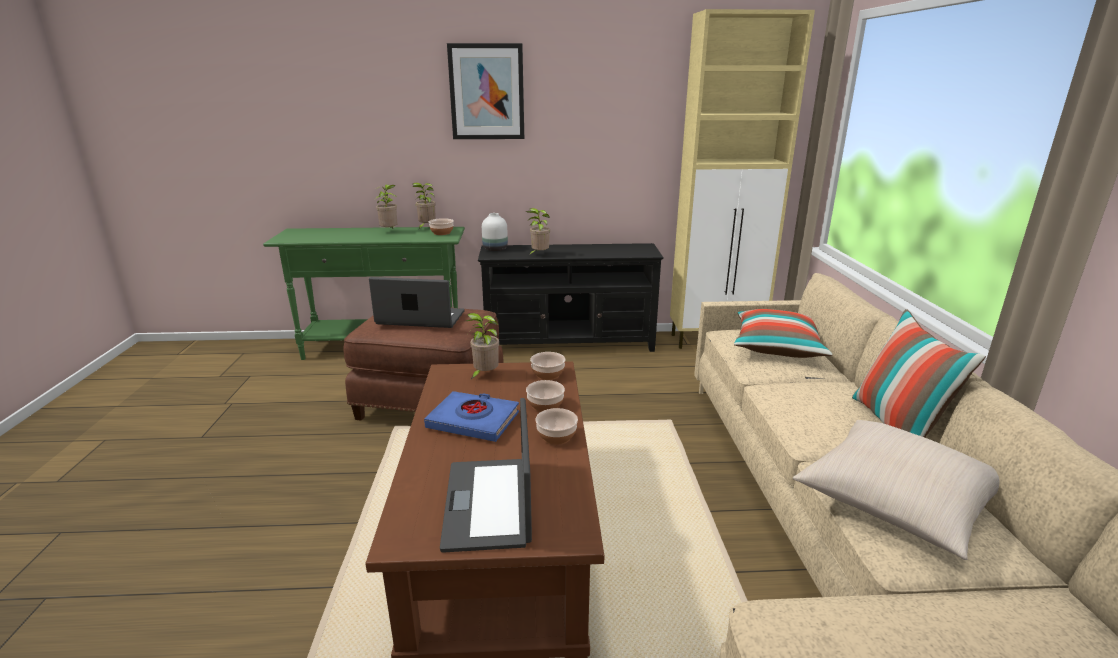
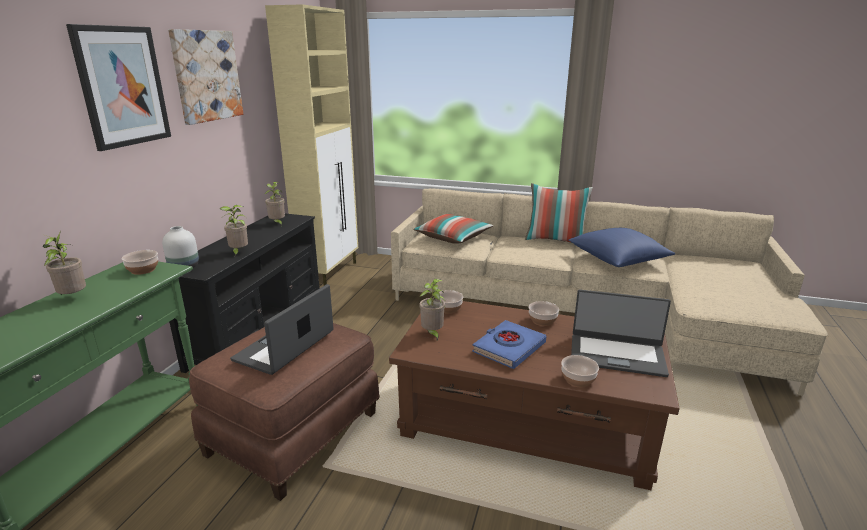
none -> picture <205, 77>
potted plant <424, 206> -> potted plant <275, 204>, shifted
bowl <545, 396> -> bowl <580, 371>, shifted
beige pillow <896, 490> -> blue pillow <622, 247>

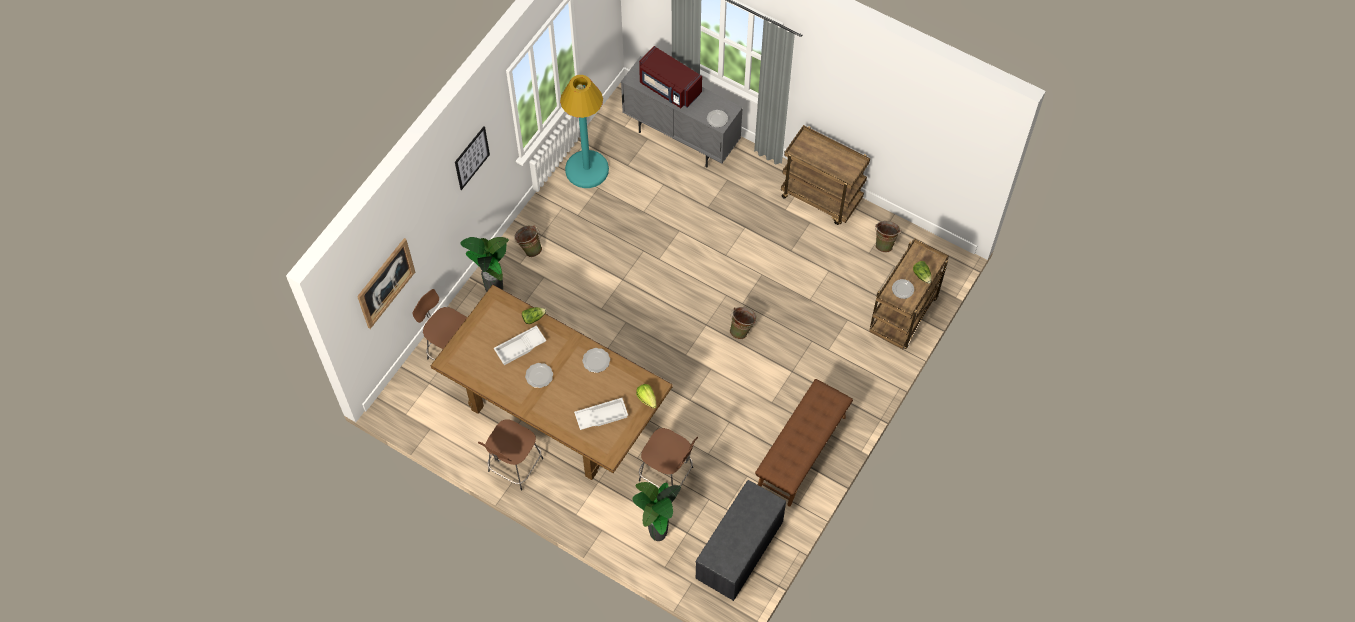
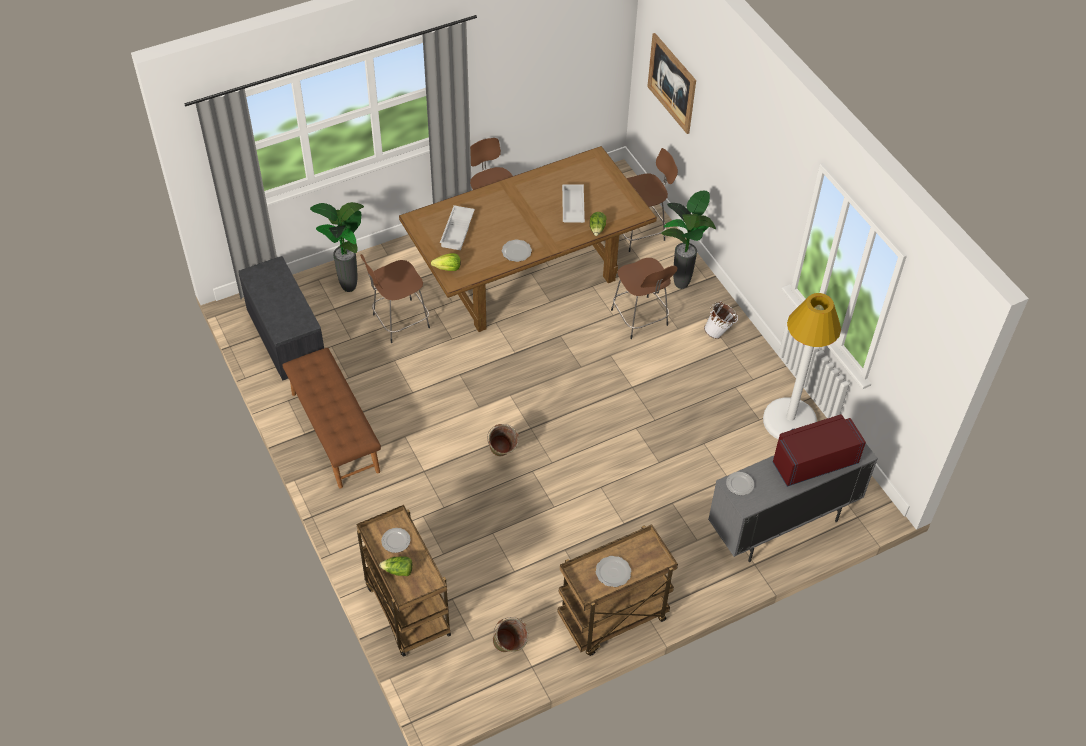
picture <472, 158> -> none
none -> brown stool <644, 298>
plate <539, 375> -> plate <613, 571>, shifted
green bucket <528, 241> -> white bucket <721, 320>
turquoise floor lamp <584, 131> -> white floor lamp <802, 366>

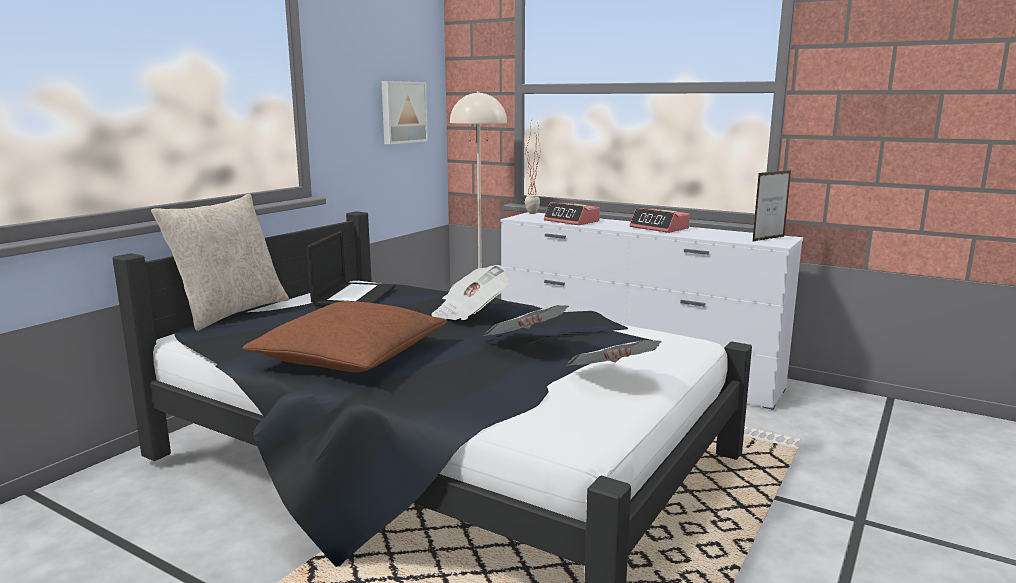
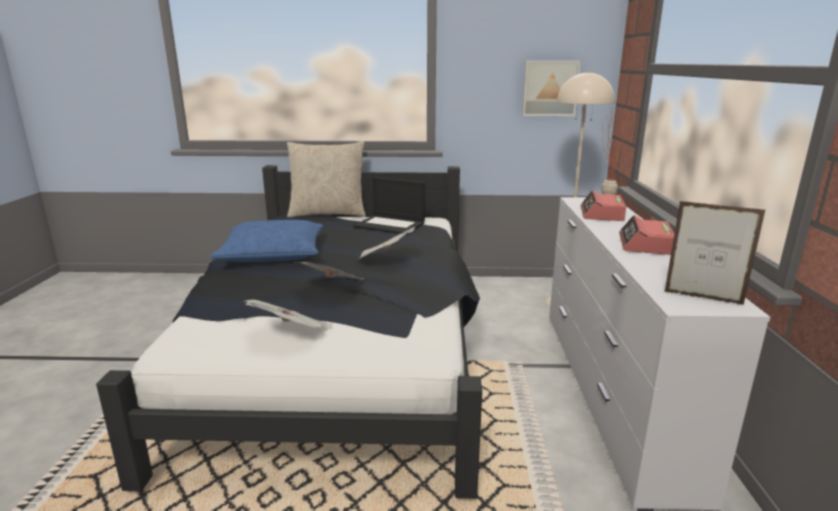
brown pillow <344, 336> -> blue pillow <266, 241>
laptop <351, 268> -> laptop <389, 206>, 45 degrees clockwise

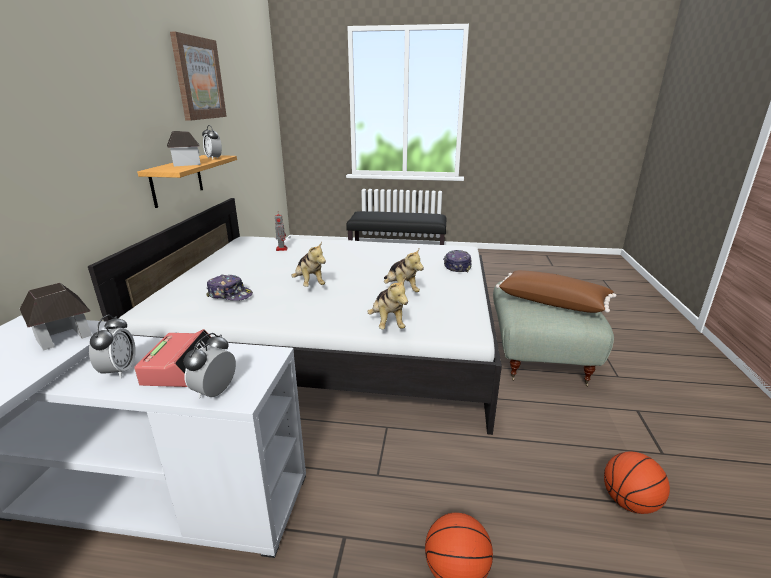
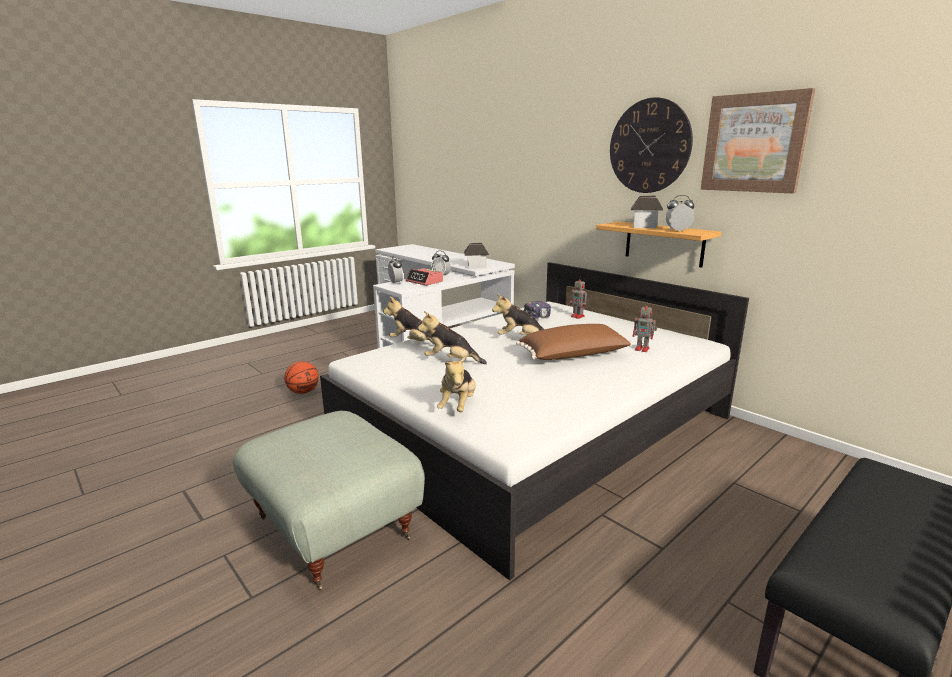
basketball <637, 483> -> none
none -> toy robot <579, 299>
none -> wall clock <651, 145>
brown pillow <556, 291> -> brown pillow <574, 342>, shifted
cap <457, 261> -> plush toy <456, 384>

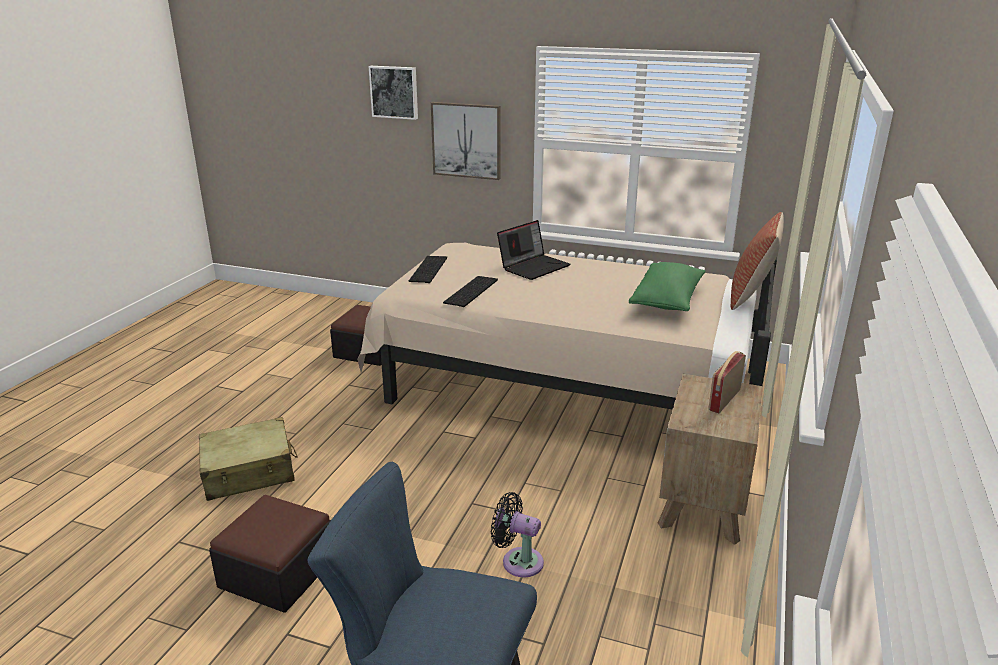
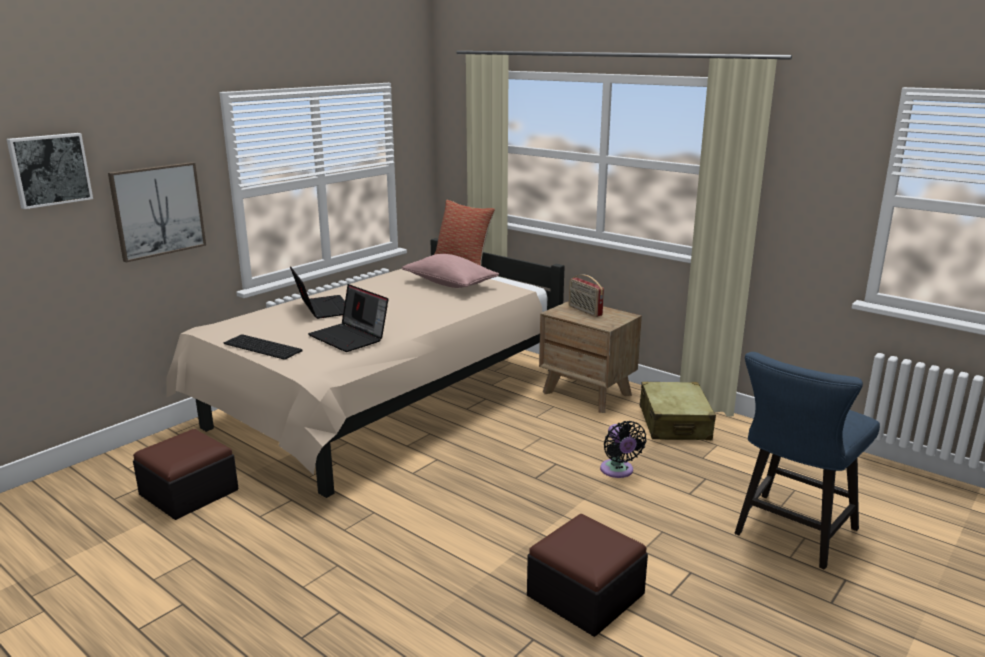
beige suitcase <248, 459> -> beige suitcase <678, 411>, shifted
keyboard <470, 291> -> laptop <348, 318>
green pillow <667, 286> -> pink pillow <450, 271>
black fan <517, 534> -> black fan <623, 449>, 60 degrees counterclockwise

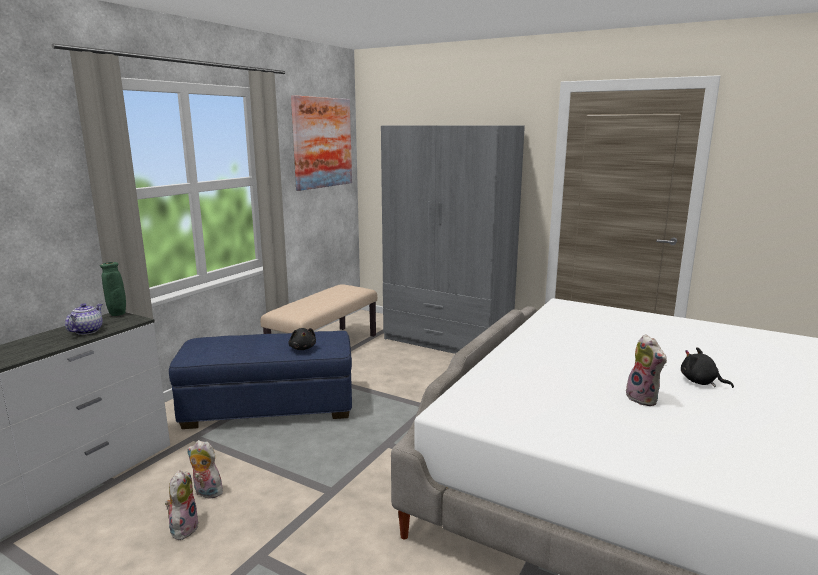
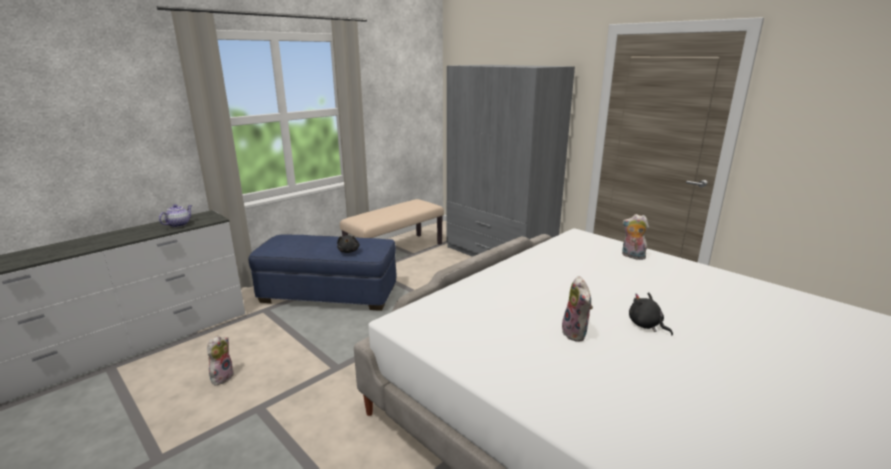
green vase <113, 289> -> none
picture <321, 143> -> none
plush toy <207, 469> -> plush toy <635, 237>, shifted

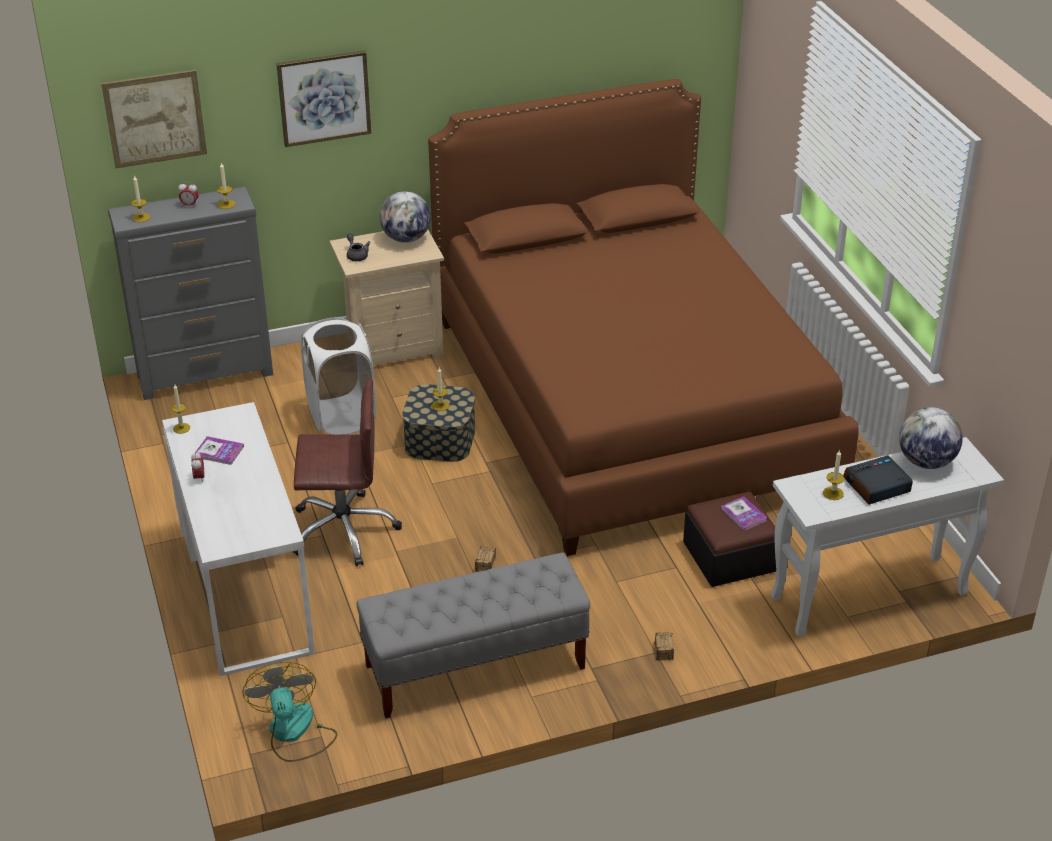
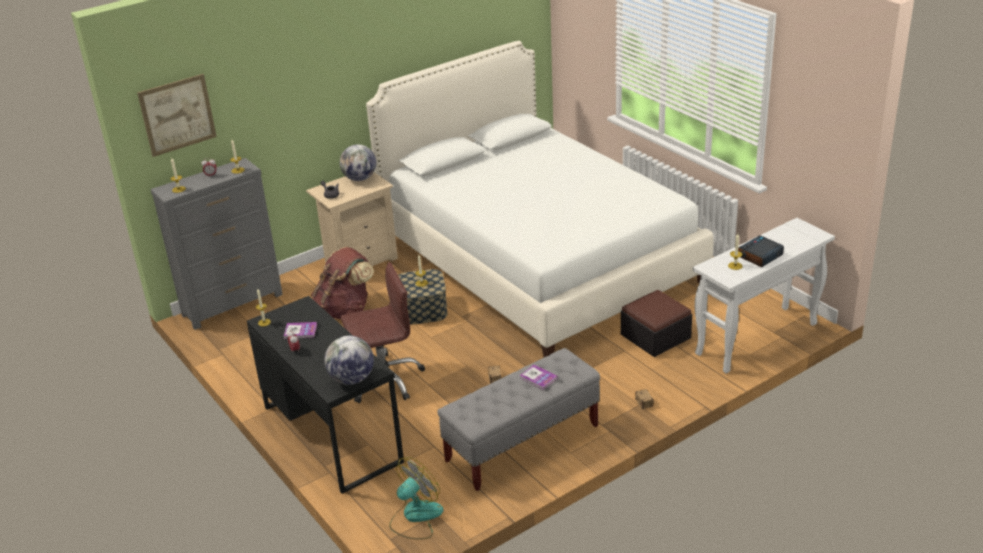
picture <323, 98> -> none
book <744, 513> -> book <538, 377>, shifted
globe <931, 438> -> globe <349, 360>, shifted
white laundry basket <338, 376> -> brown backpack <342, 283>
white desk <238, 539> -> black desk <325, 395>
brown bed <643, 317> -> white bed <540, 199>
fan <290, 712> -> fan <416, 498>, 75 degrees clockwise

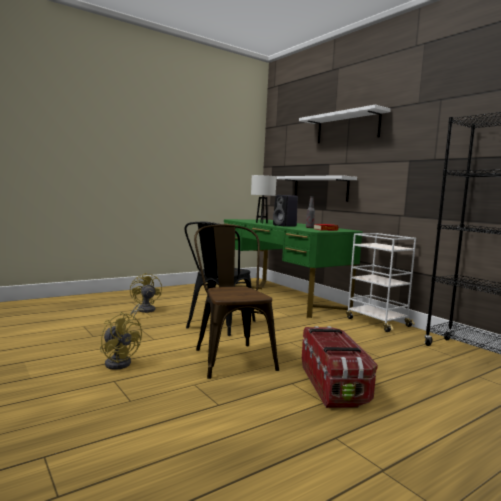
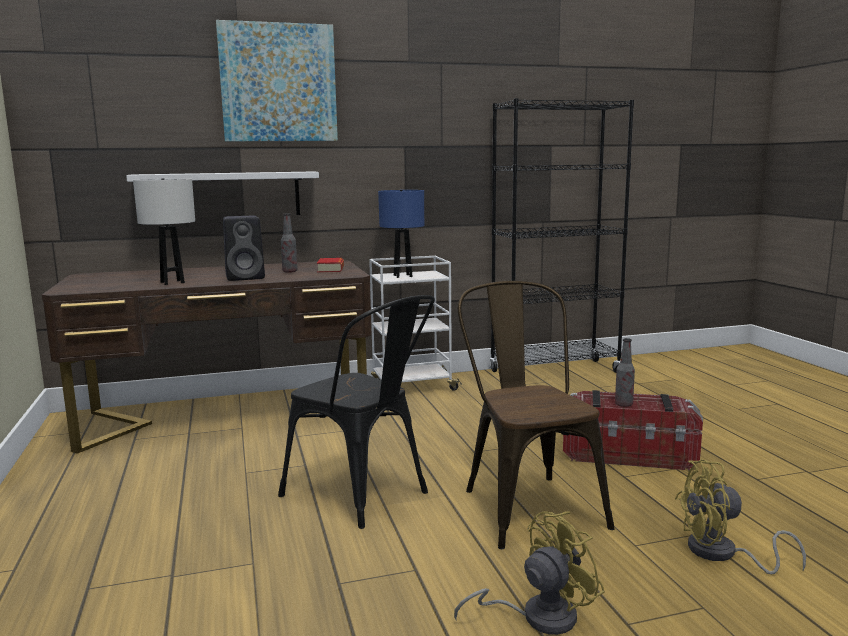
none -> blue table lamp <401, 234>
none -> bottle <625, 372>
yellow fan <146, 296> -> yellow fan <740, 517>, shifted
white shelf <345, 124> -> picture <277, 80>
green desk <293, 268> -> brown desk <206, 357>
brown chair <236, 301> -> brown chair <536, 415>, 75 degrees clockwise

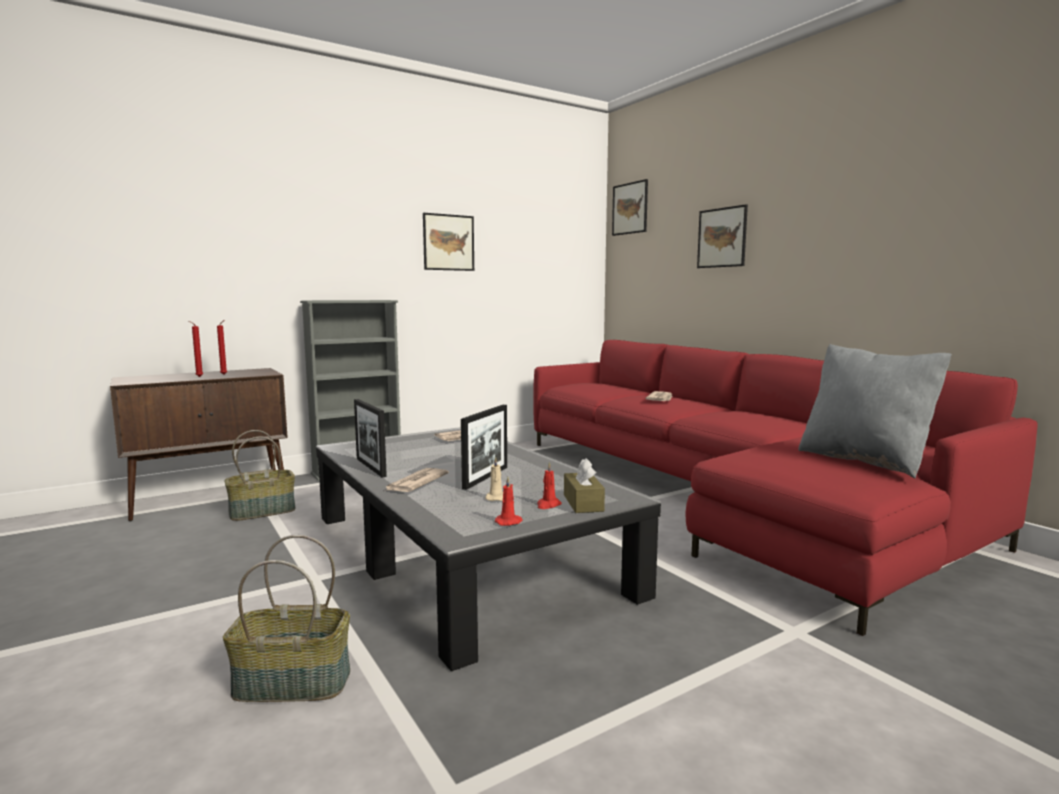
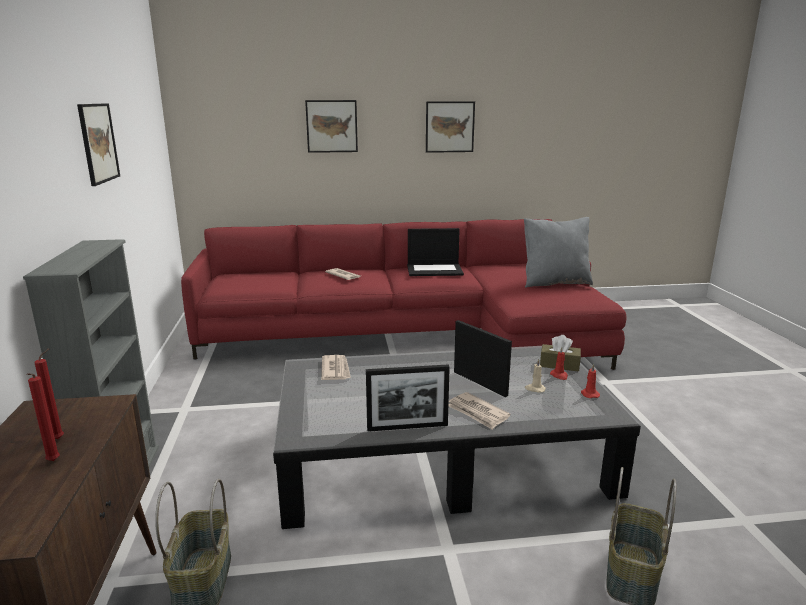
none -> laptop <435, 252>
picture <630, 207> -> picture <450, 127>, shifted

